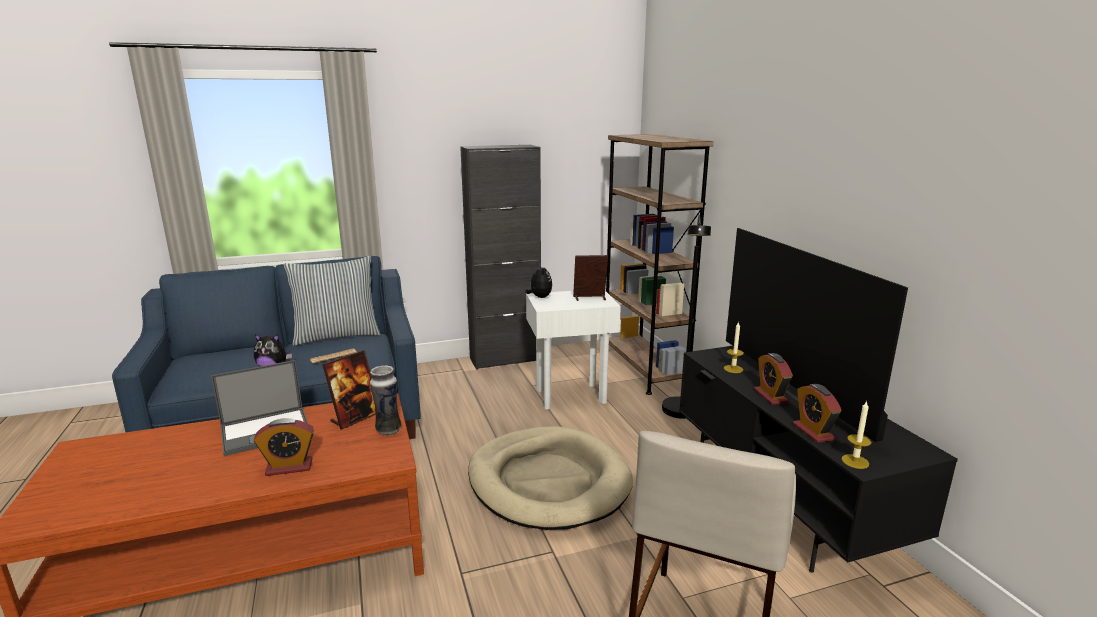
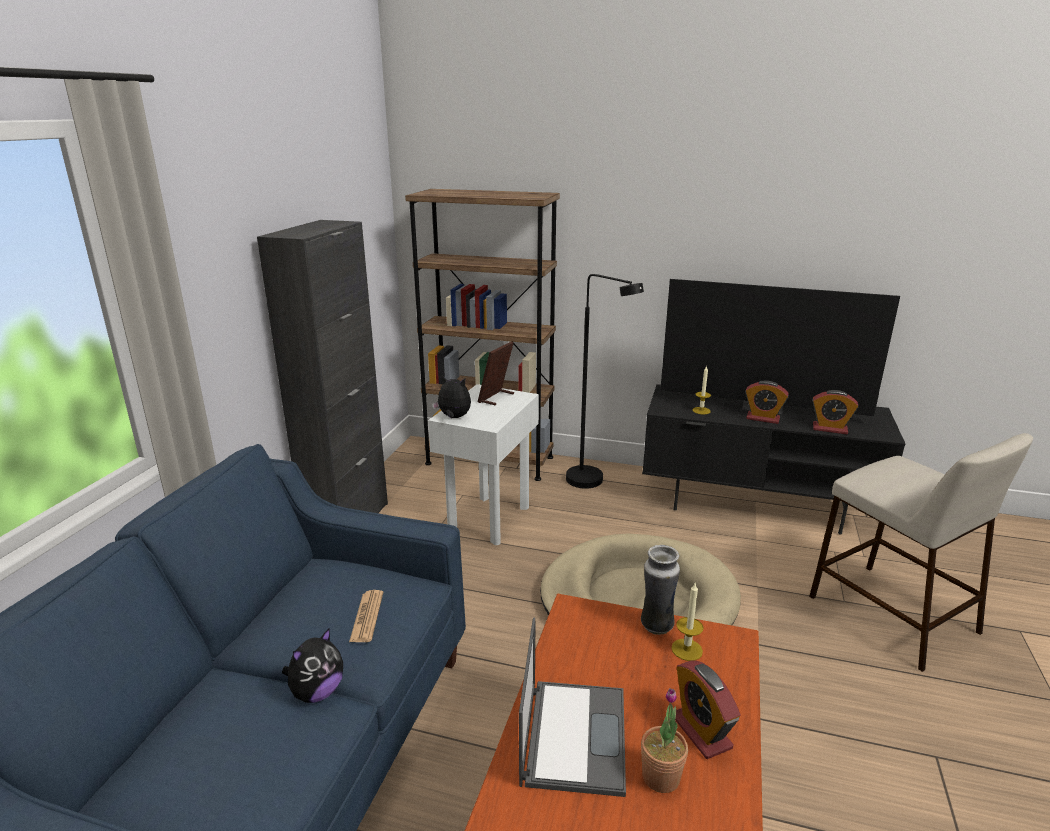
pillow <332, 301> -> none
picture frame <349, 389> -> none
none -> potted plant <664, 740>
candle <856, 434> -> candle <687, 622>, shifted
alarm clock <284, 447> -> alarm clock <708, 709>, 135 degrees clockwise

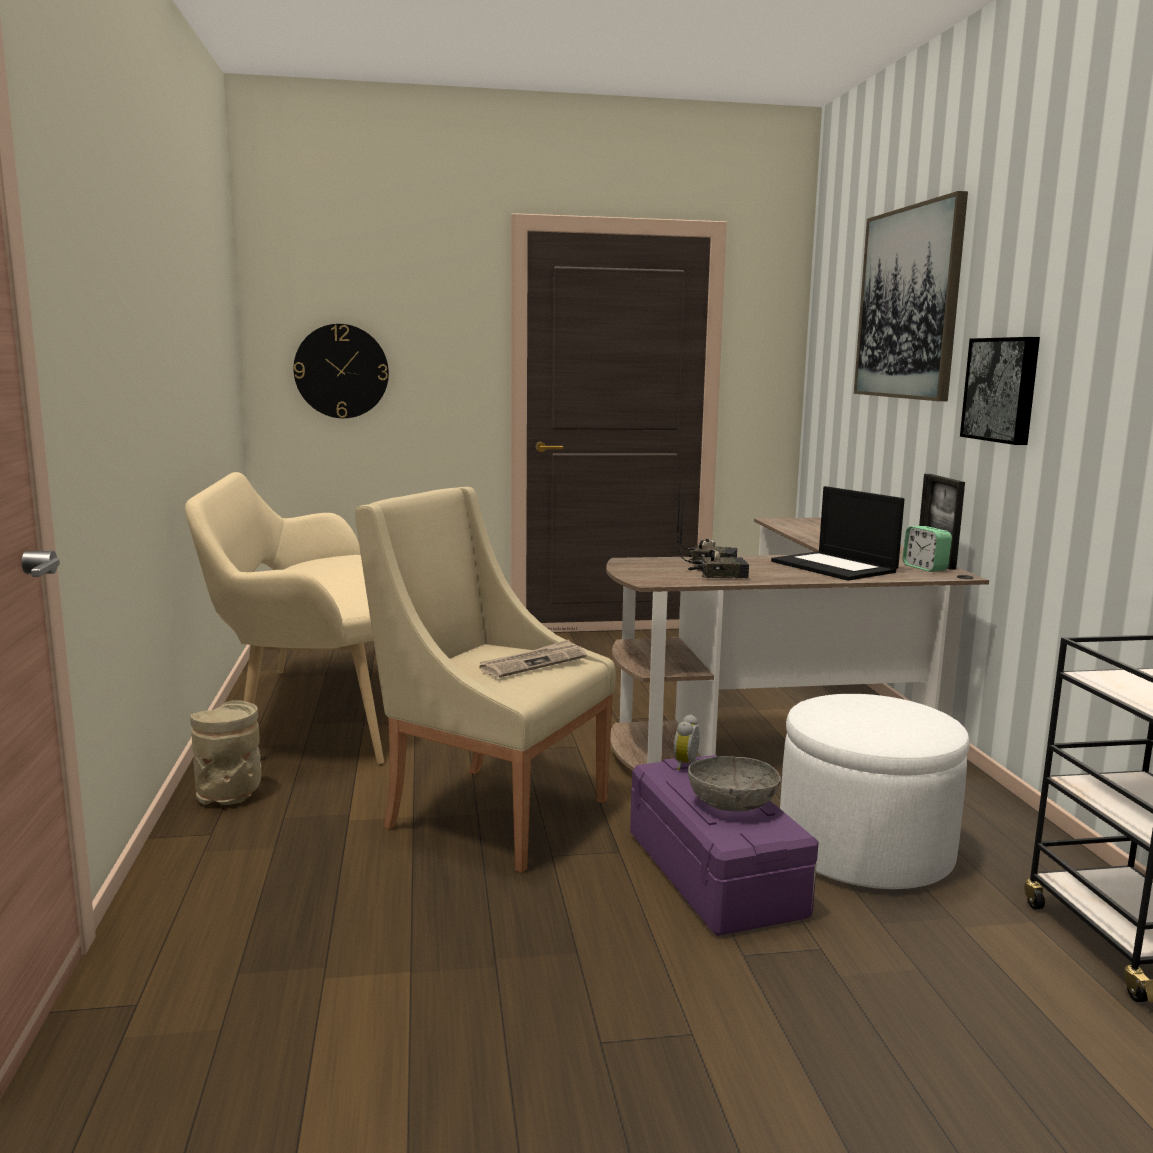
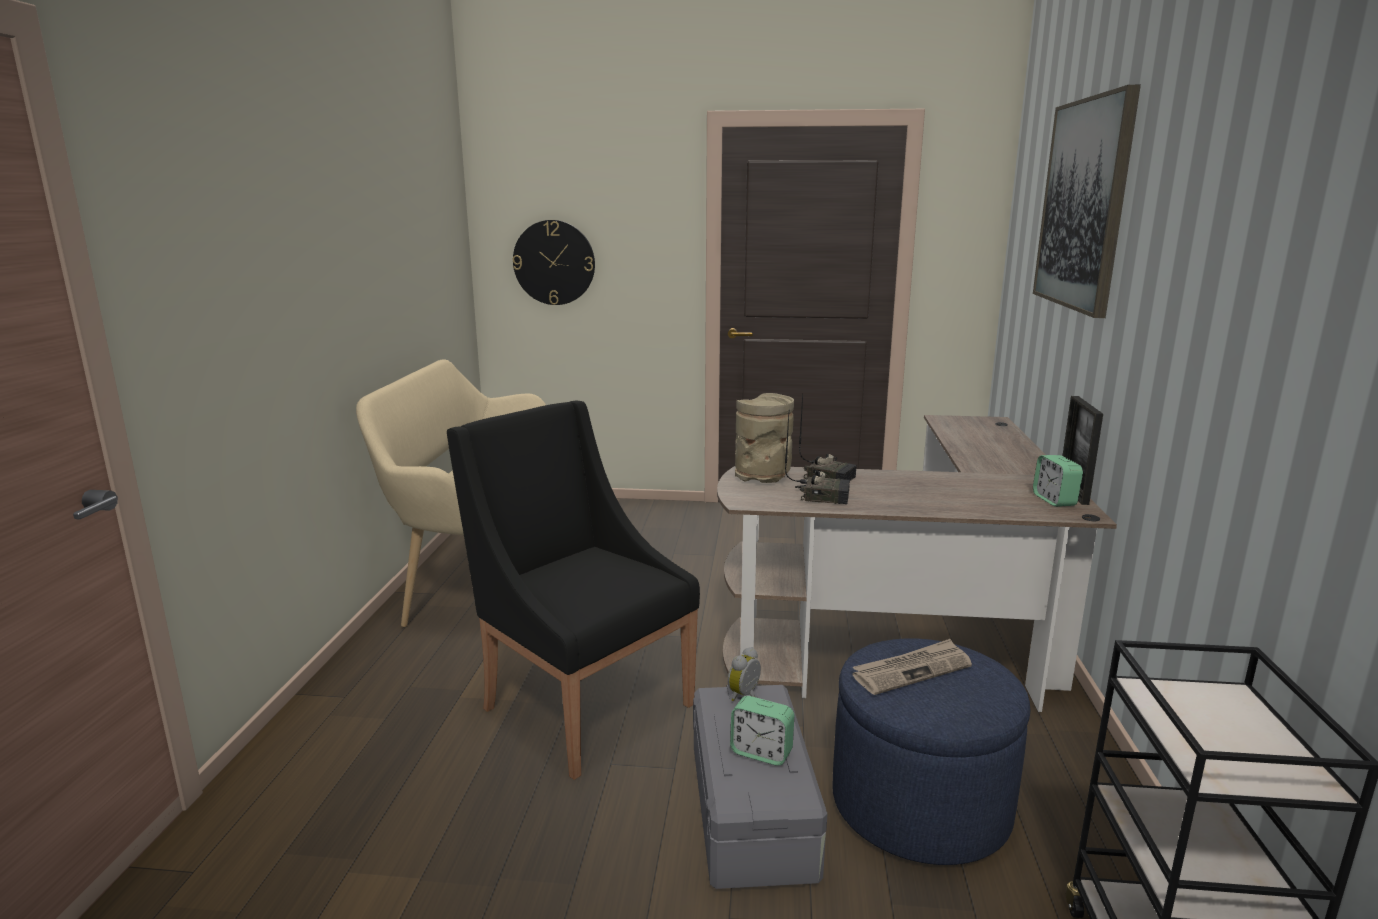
laptop <838, 533> -> none
picture <1000, 391> -> none
beige vase <225, 752> -> beige vase <764, 438>, shifted
newspaper <533, 658> -> newspaper <912, 667>, shifted
grey bowl <734, 784> -> alarm clock <762, 731>
beige armchair <485, 680> -> black armchair <573, 590>
purple storage box <724, 845> -> grey storage box <760, 787>
white ottoman <875, 791> -> blue ottoman <931, 751>

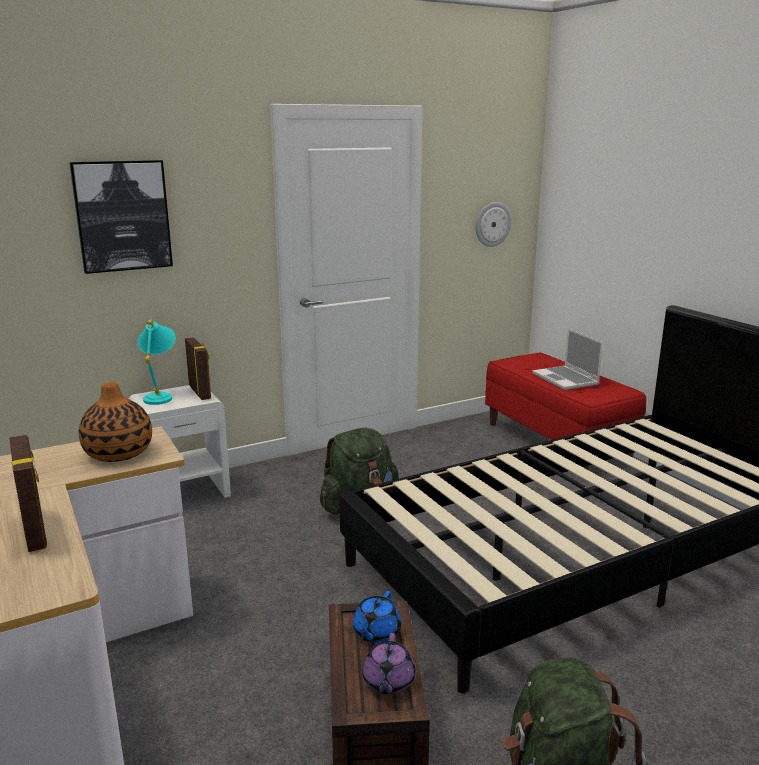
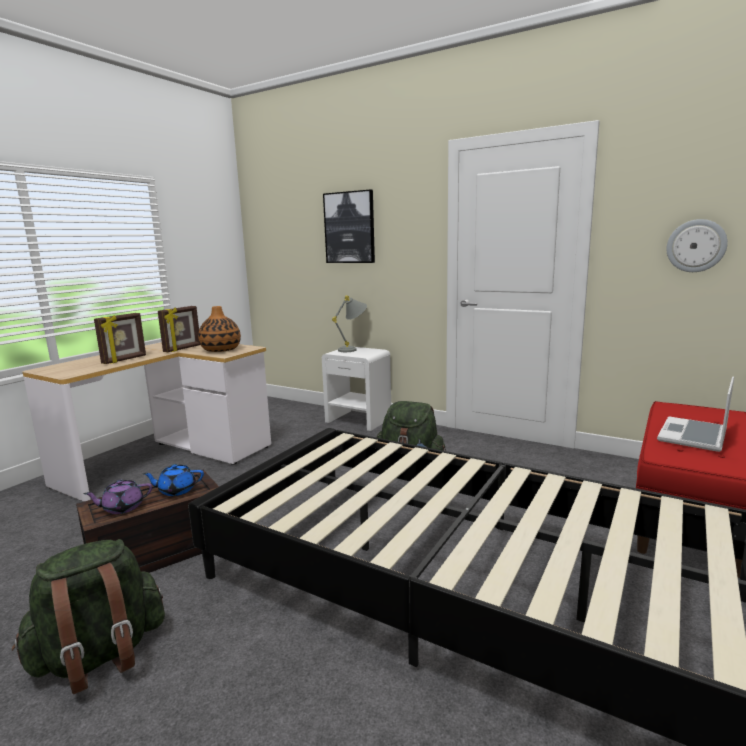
picture frame <198, 368> -> picture frame <179, 329>, shifted
turquoise table lamp <157, 362> -> grey table lamp <349, 323>

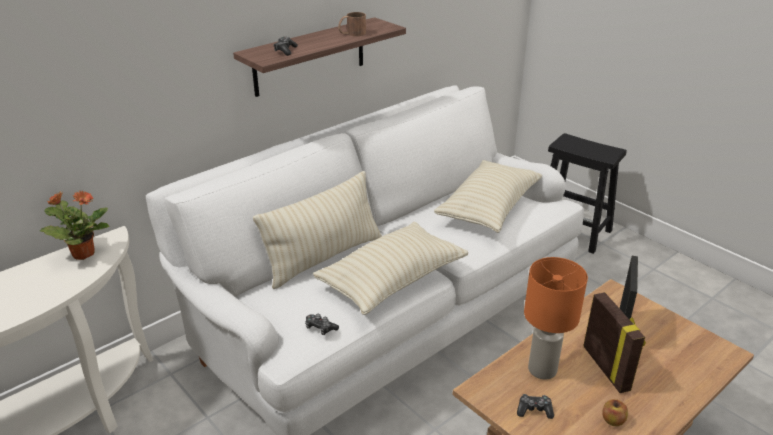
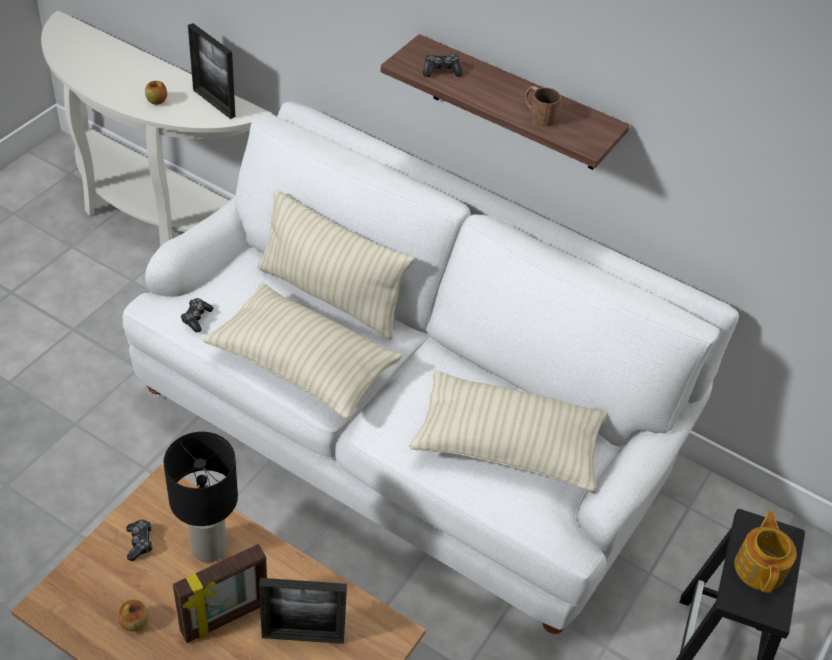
none -> apple <156, 93>
none -> teapot <765, 552>
potted plant <75, 225> -> picture frame <211, 71>
orange table lamp <556, 318> -> black table lamp <201, 497>

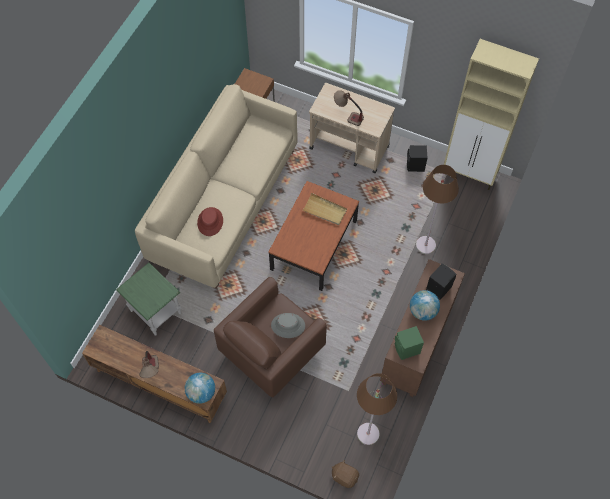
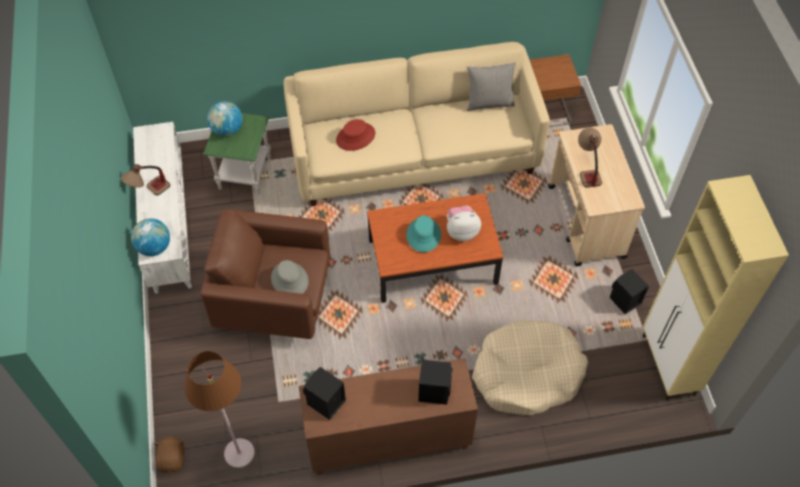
none -> turquoise hat <424, 233>
none -> grey pillow <491, 86>
globe <425, 305> -> globe <225, 118>, shifted
beige tray <324, 209> -> plush toy <464, 223>
brown floor lamp <437, 209> -> beige dog bed <530, 367>
brown tv stand <154, 374> -> white tv stand <162, 208>
green speaker <409, 343> -> black speaker <324, 393>

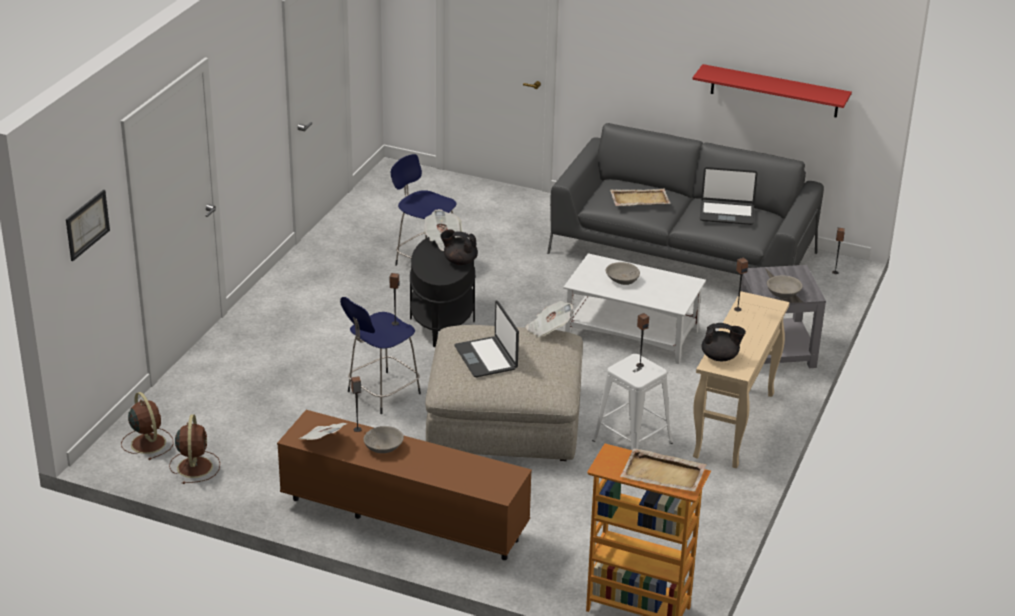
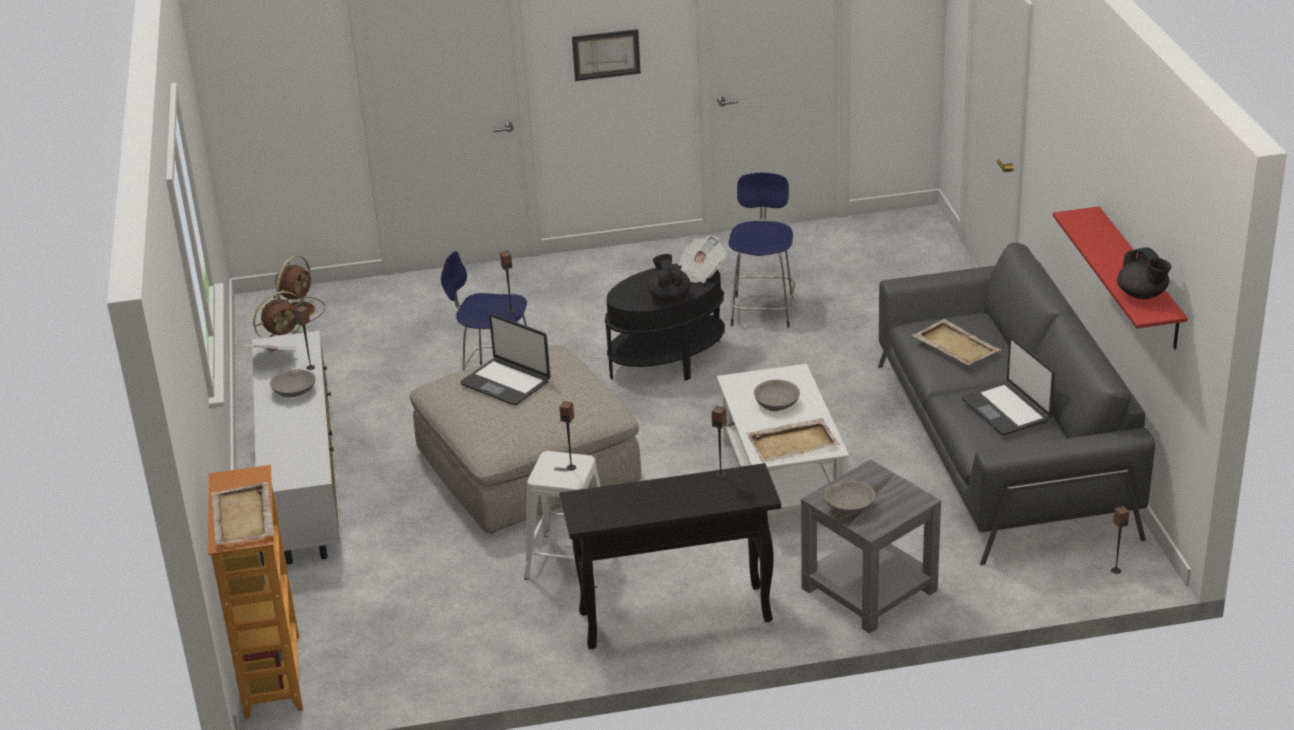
newspaper <549, 319> -> none
none -> beige tray <793, 440>
picture <88, 225> -> picture <606, 55>, shifted
black teapot <724, 342> -> black teapot <1144, 273>, shifted
brown tv stand <404, 485> -> white tv stand <296, 447>
beige console table <741, 379> -> black console table <670, 556>
laptop <487, 339> -> laptop <505, 359>, 90 degrees counterclockwise

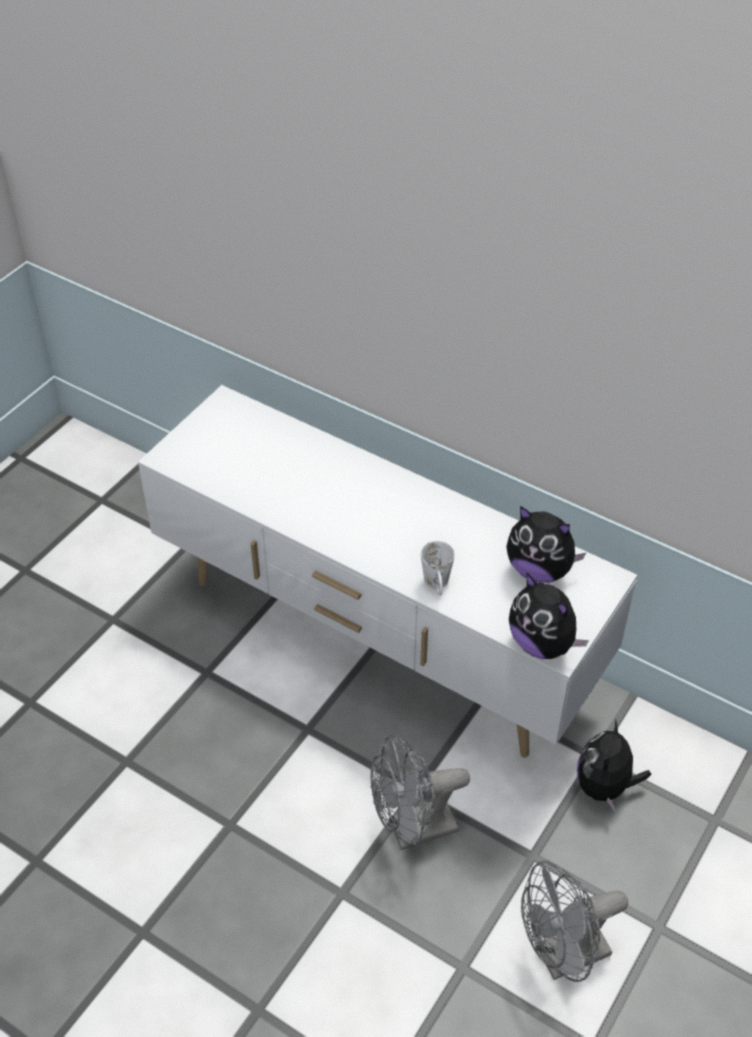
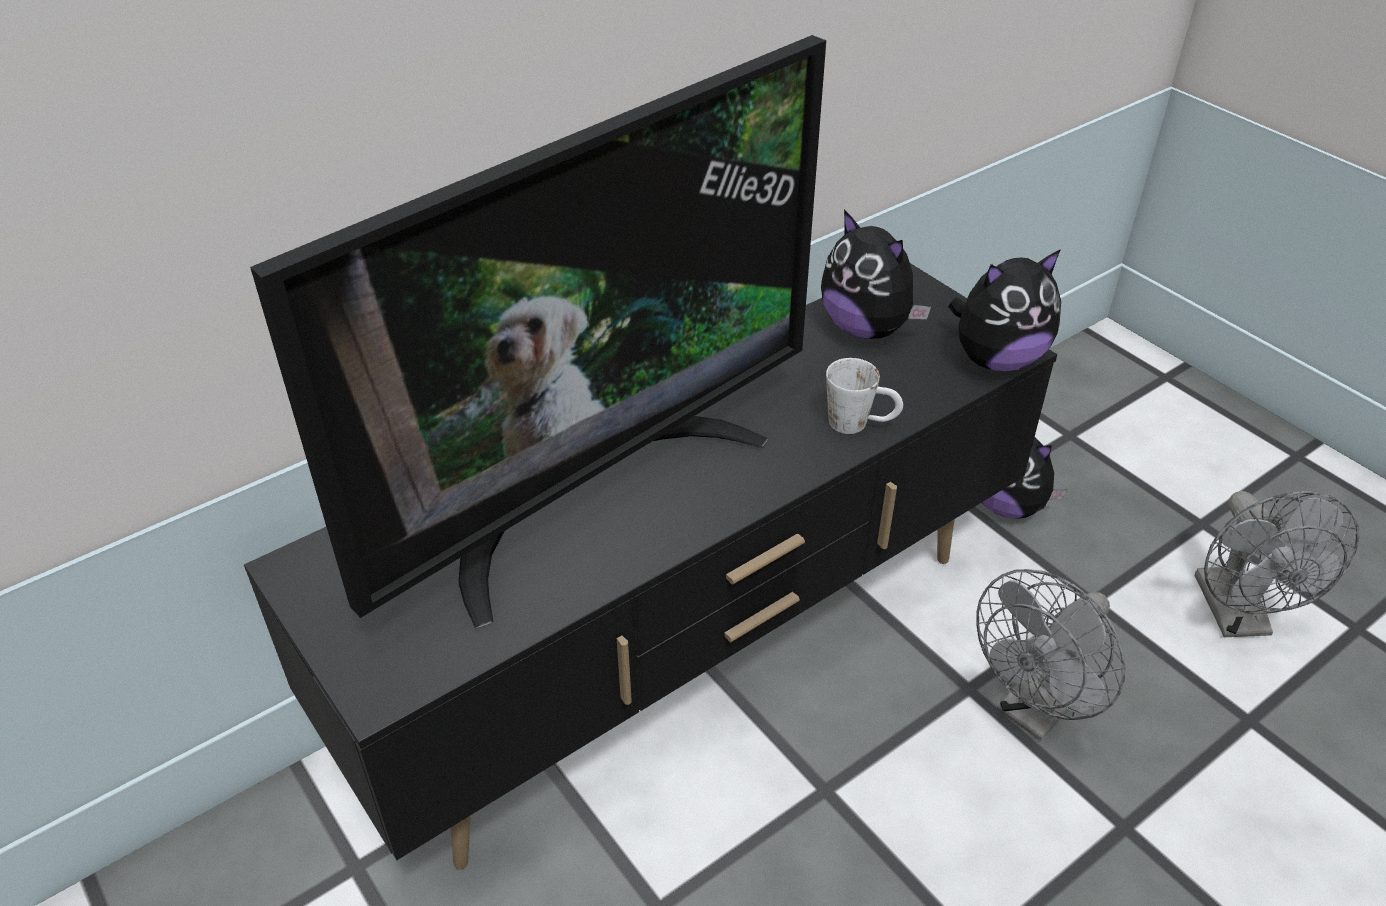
none -> television <538, 331>
white tv stand <387, 571> -> black tv stand <650, 566>
grey fan <420, 792> -> grey fan <1051, 655>, 45 degrees clockwise
plush toy <546, 544> -> plush toy <876, 274>, 90 degrees clockwise

